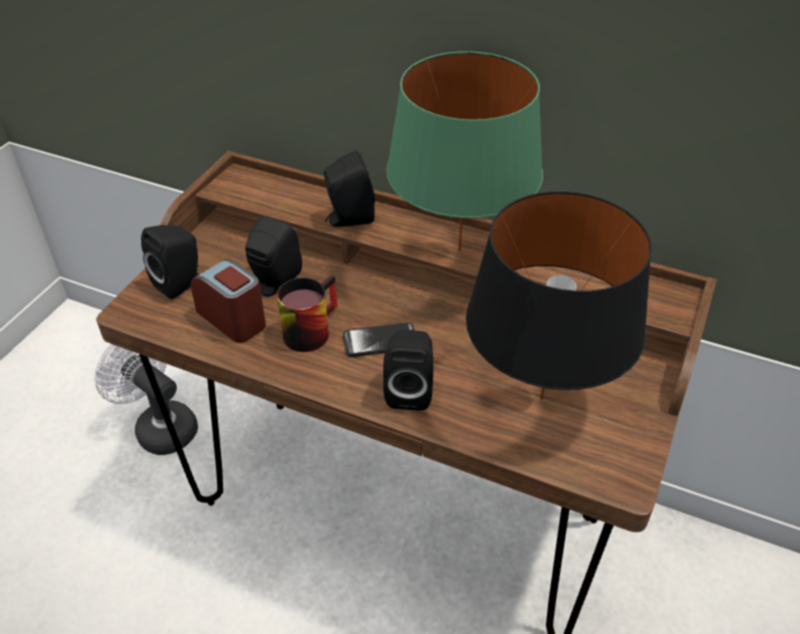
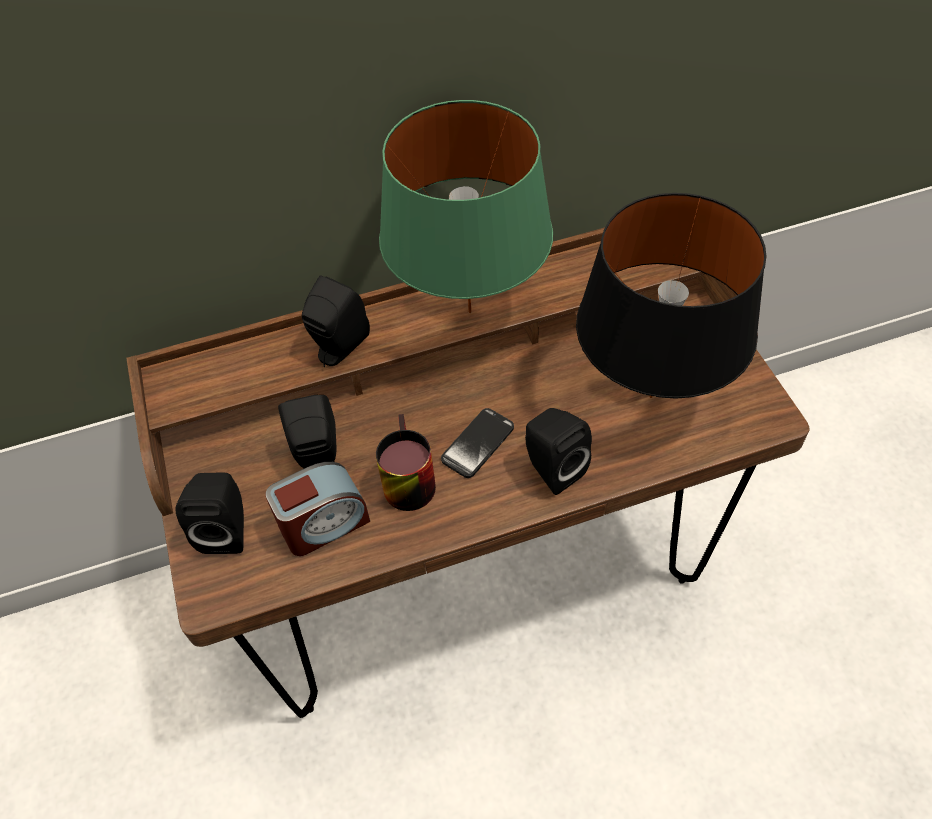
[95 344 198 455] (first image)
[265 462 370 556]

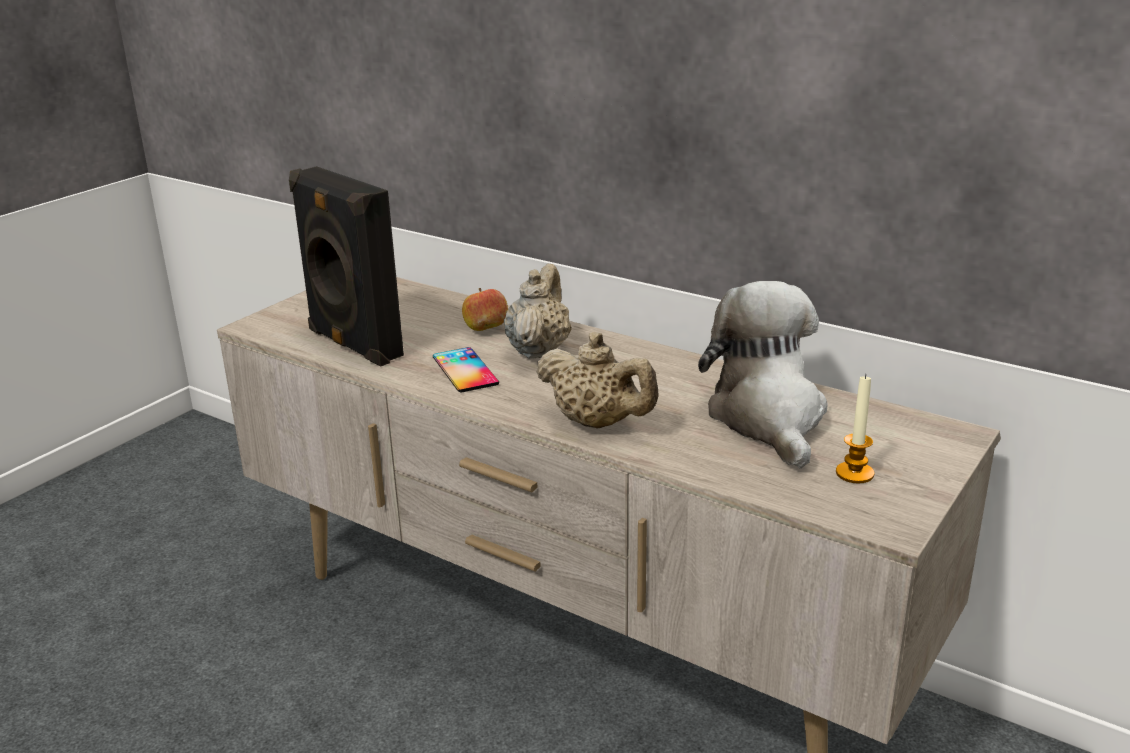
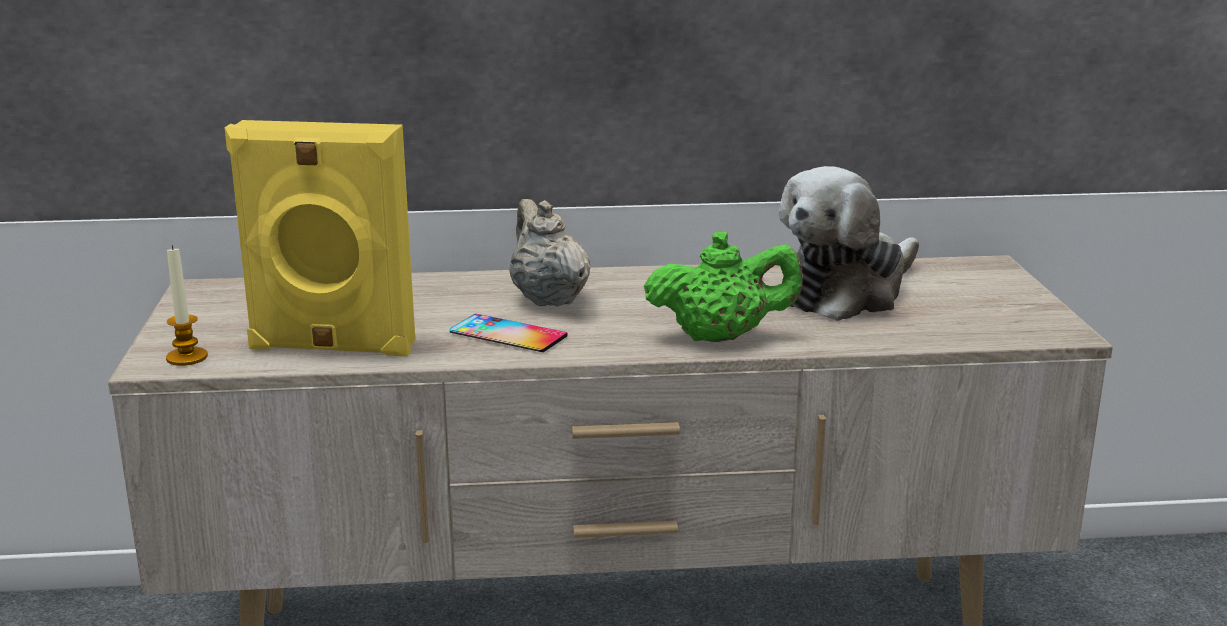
[224 120 415 357]
[462 288 508 331] (first image)
[644 231 802 342]
[779 166 919 321]
[166 245 208 366]

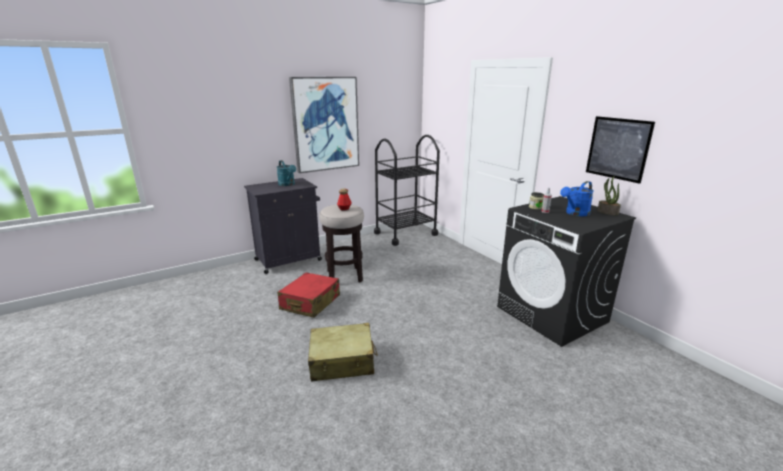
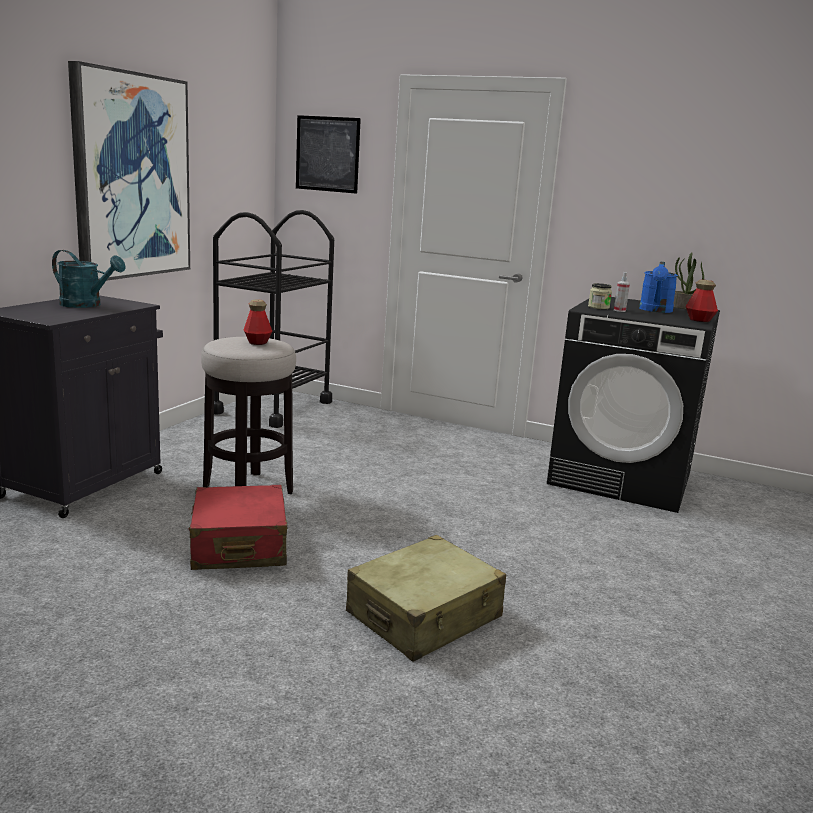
[296 115 361 194]
[685 280 718 322]

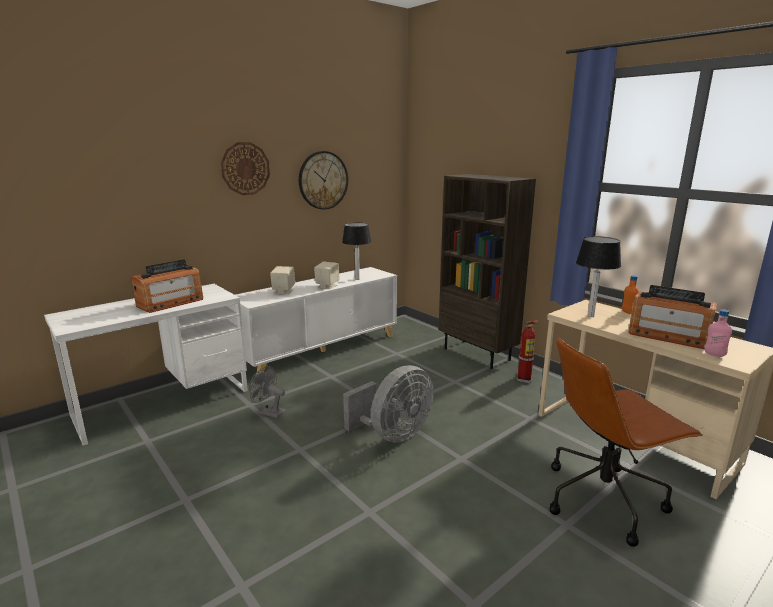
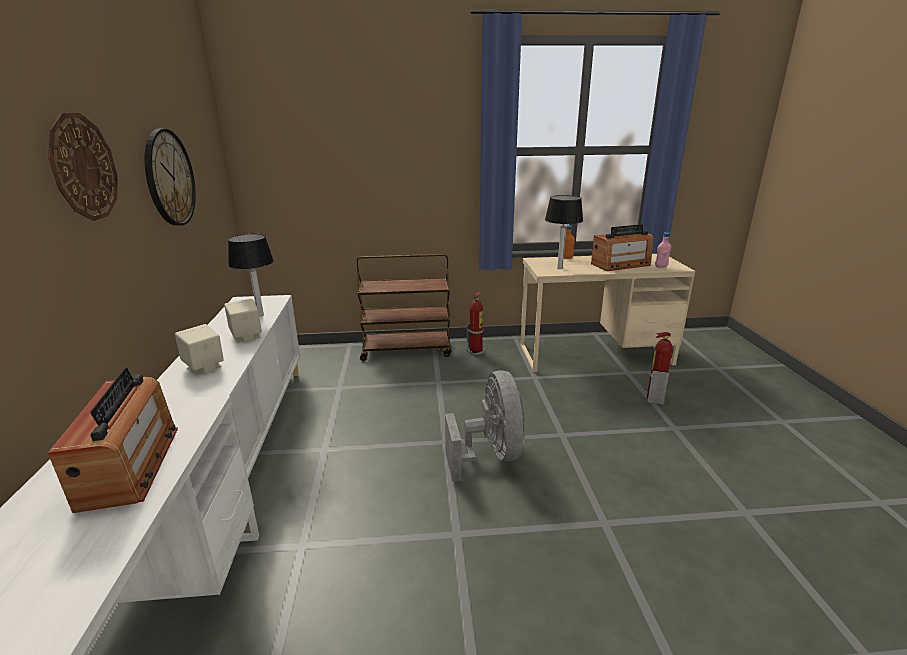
[249 366 285 418] (first image)
[357 254 451 361]
[646 332 673 405]

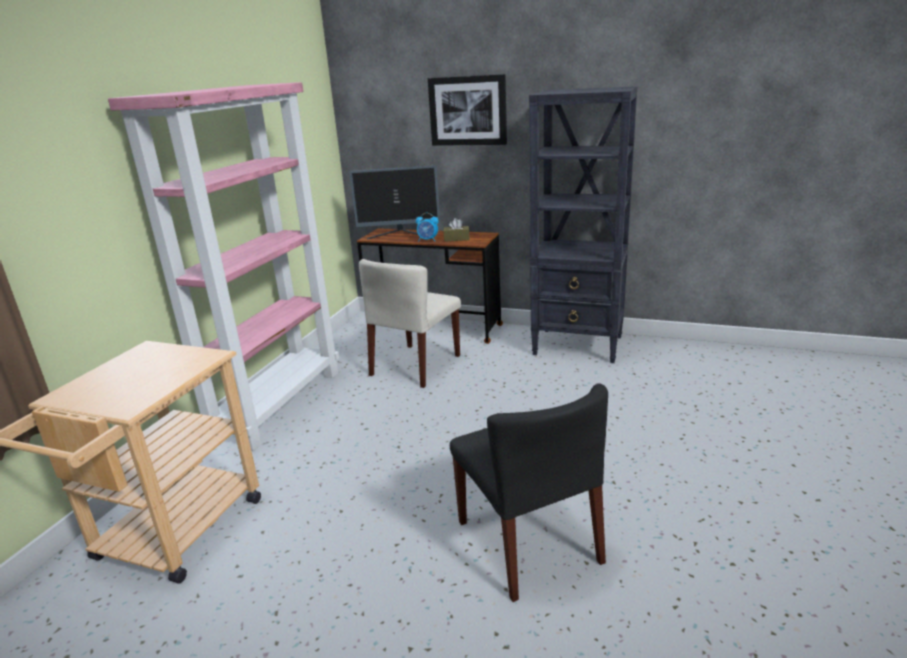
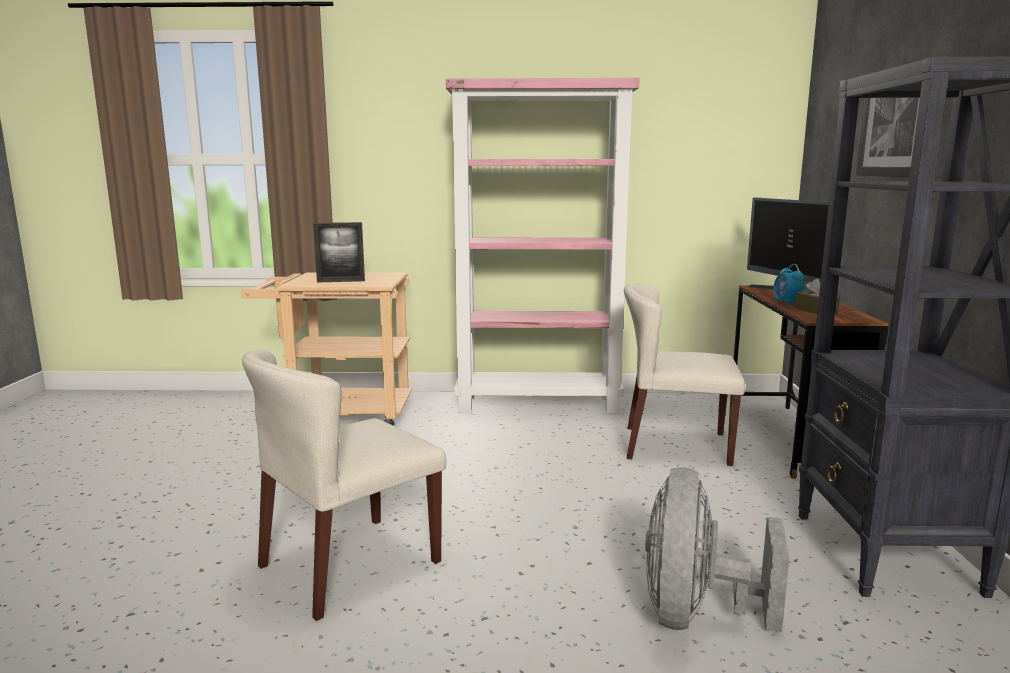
[242 350 446 621]
[313 222 365 282]
[645 467 790 632]

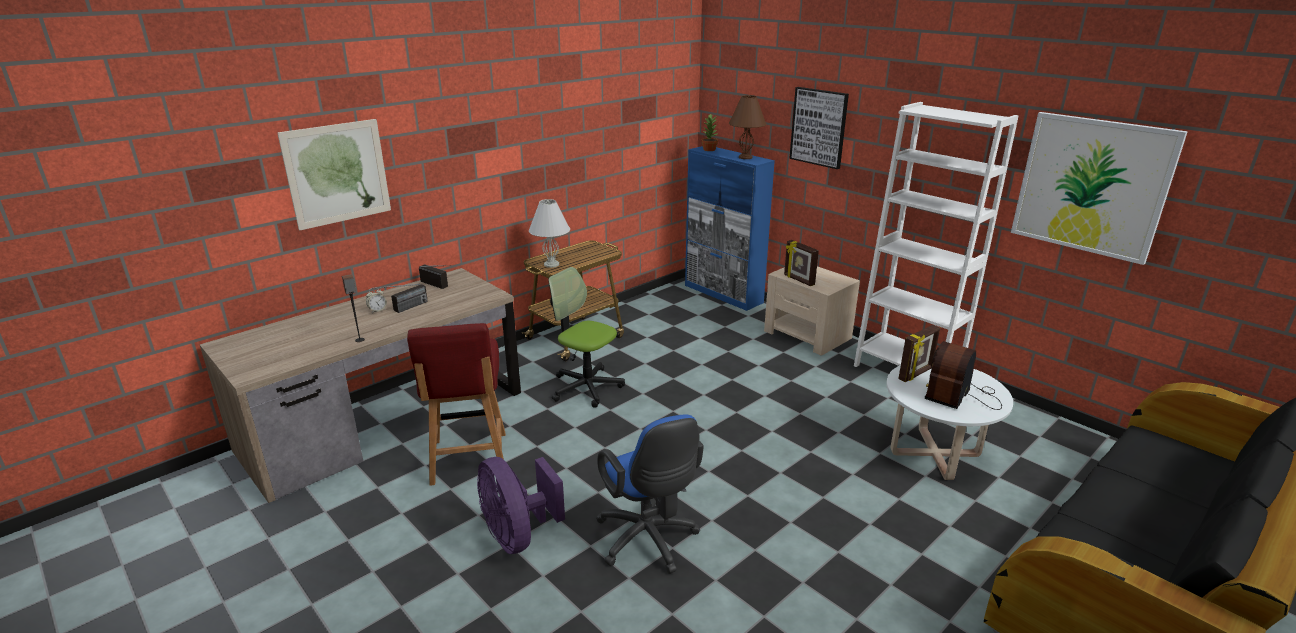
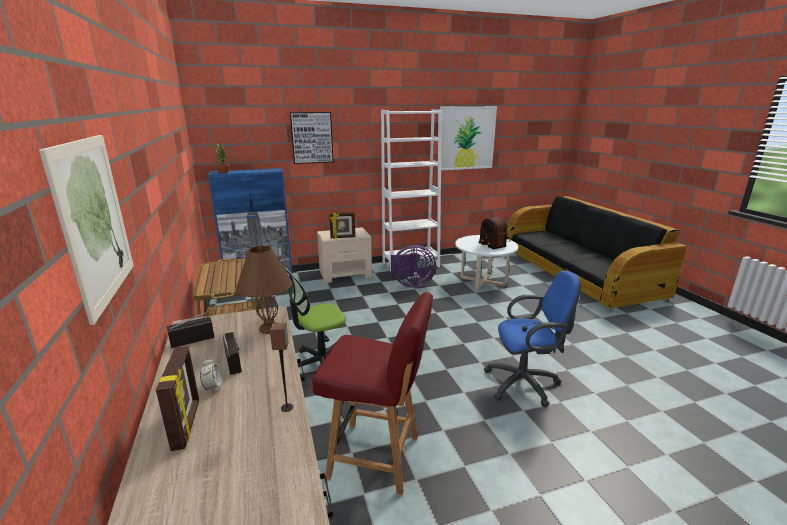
[391 245 436 288]
[529 199 570 268] (first image)
[236 245 292 334]
[156 346 200 451]

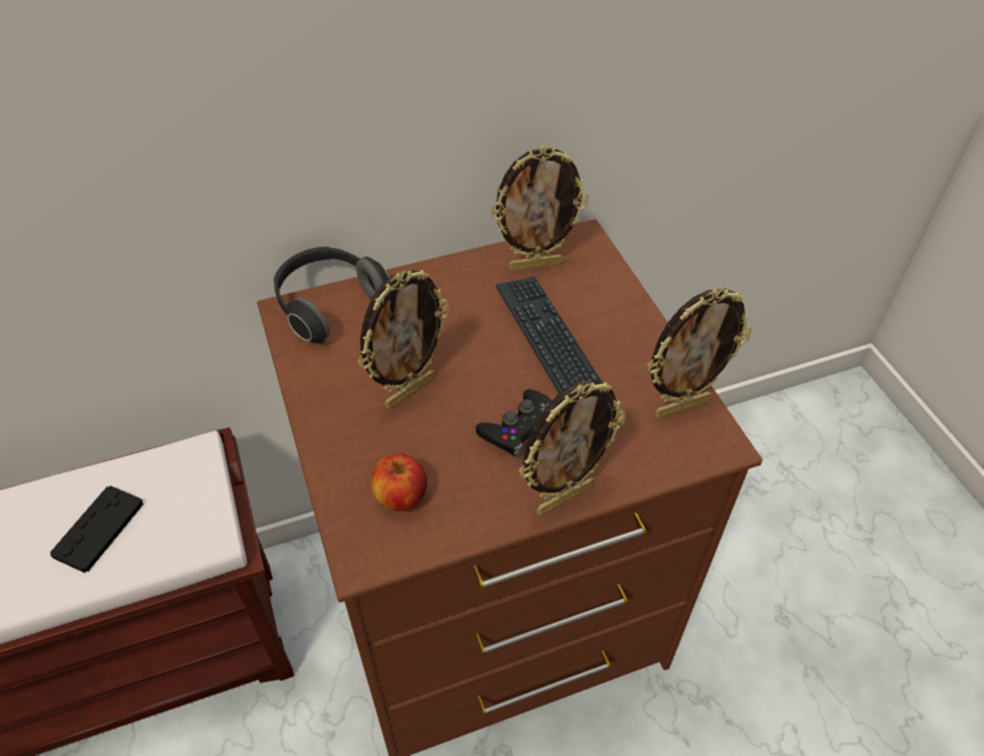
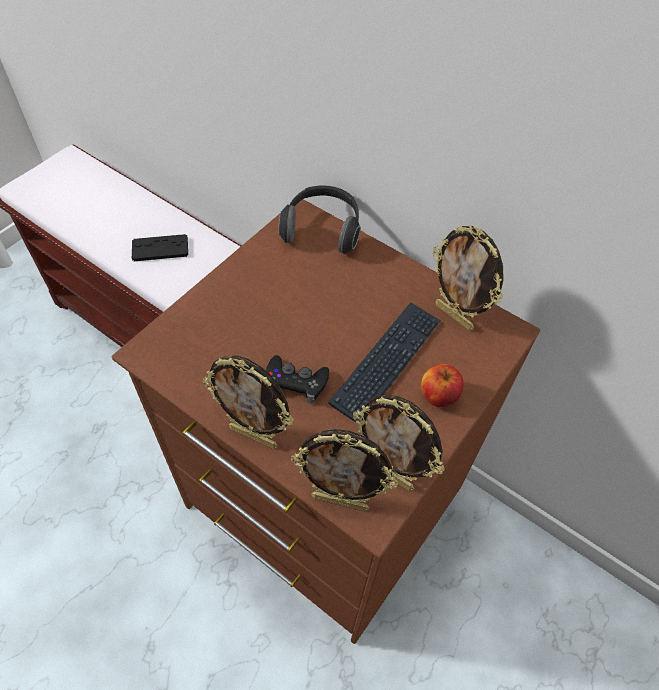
[291 429 398 512]
[421 364 464 407]

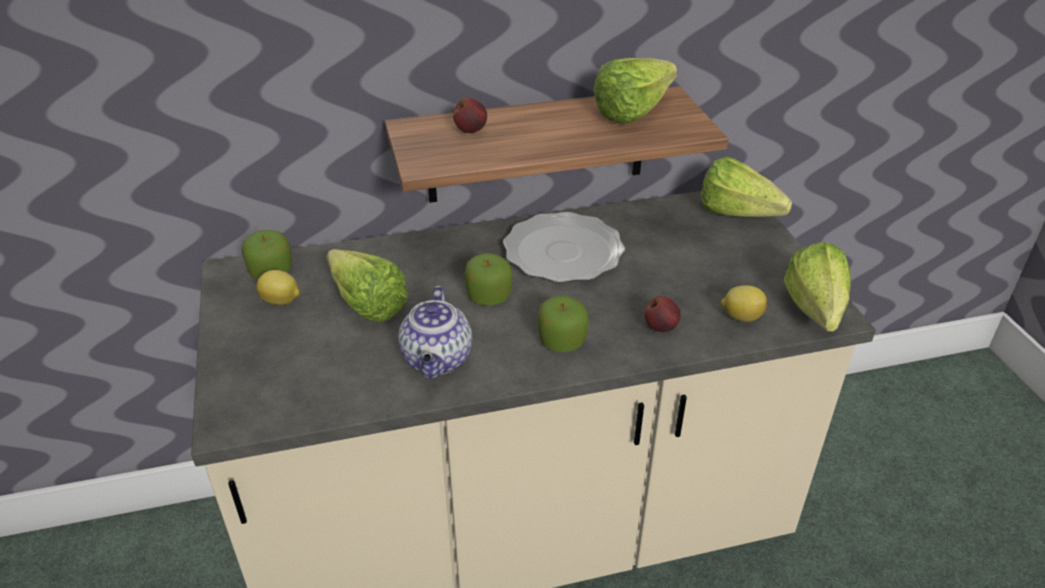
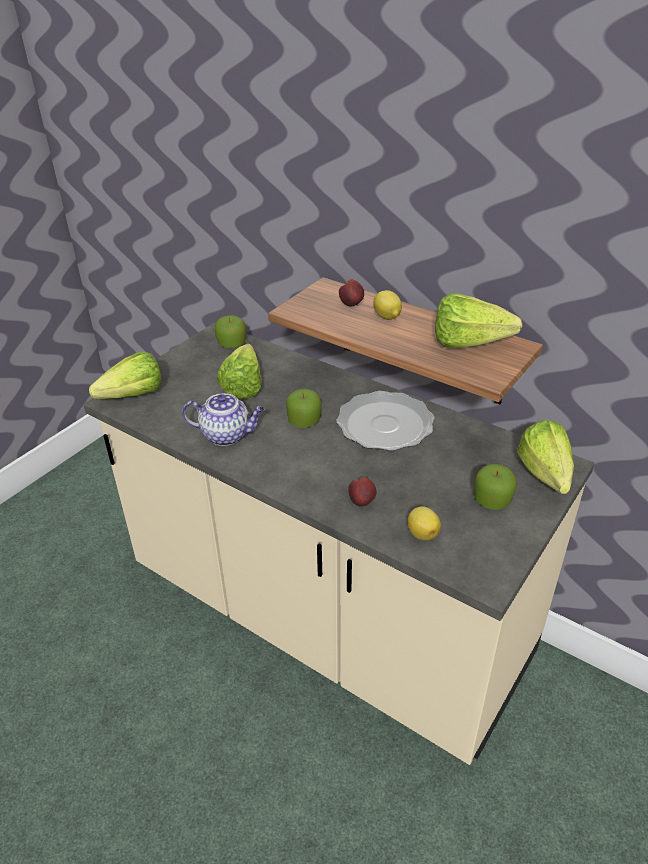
[373 290 402 320]
[182 393 265 446]
[474 464 517 510]
[89 351 162 399]

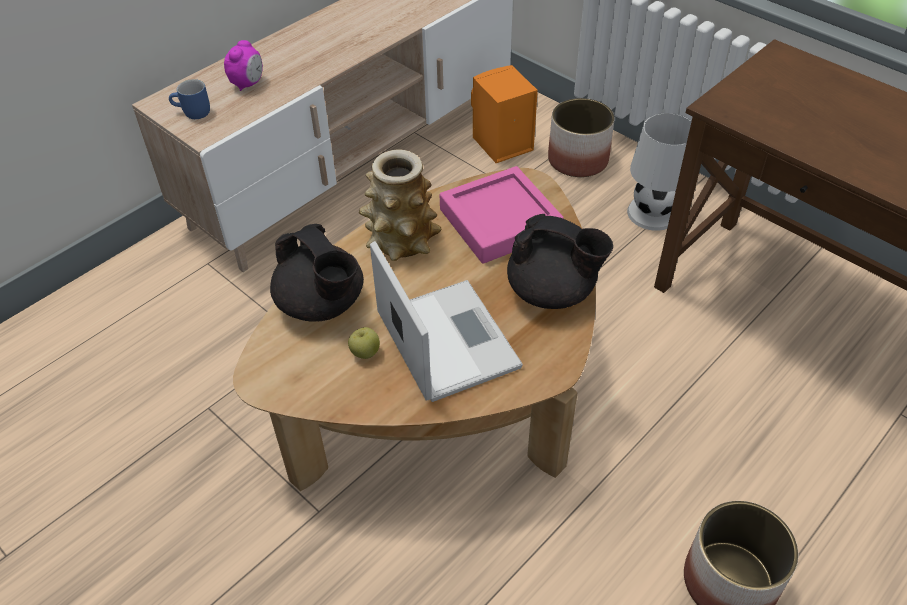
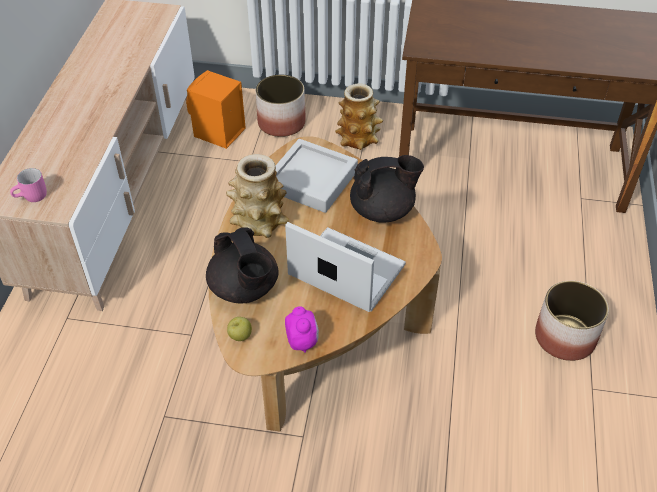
[10 168 47 202]
[285 306 319 353]
[206 227 279 303]
[227 317 252 341]
[275 139 358 213]
[335 83 383 150]

